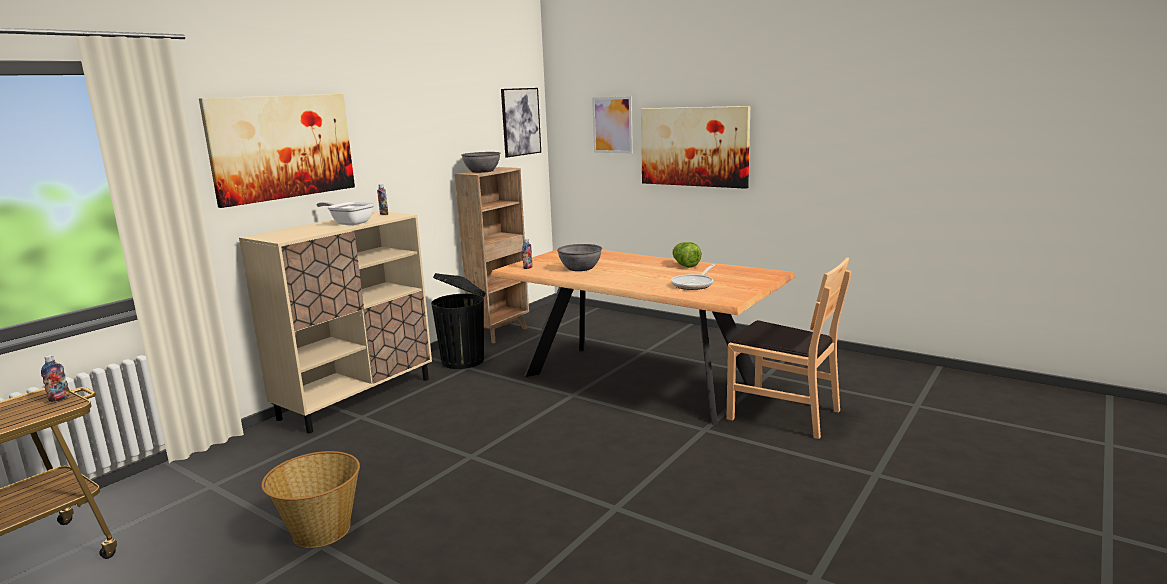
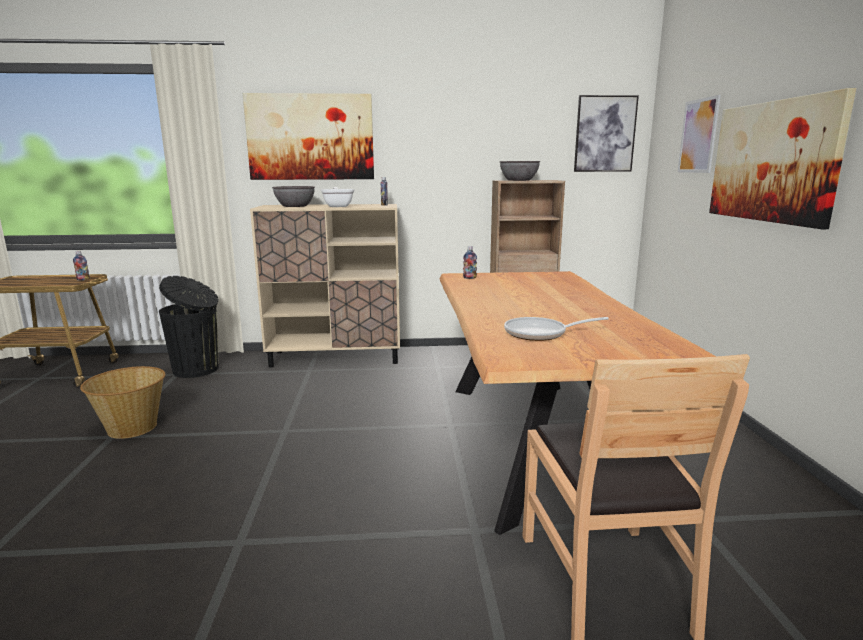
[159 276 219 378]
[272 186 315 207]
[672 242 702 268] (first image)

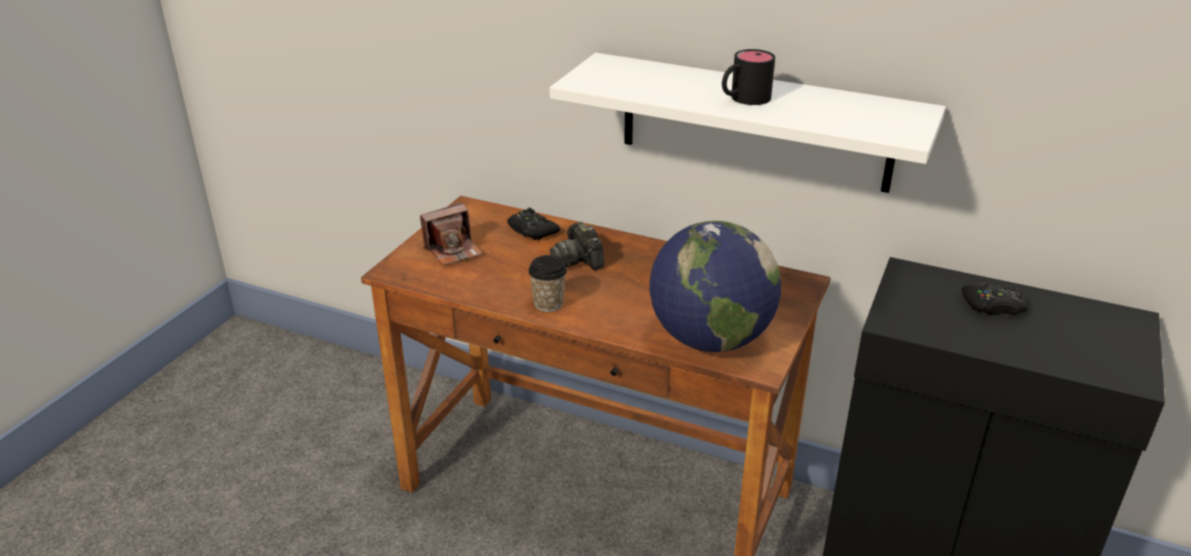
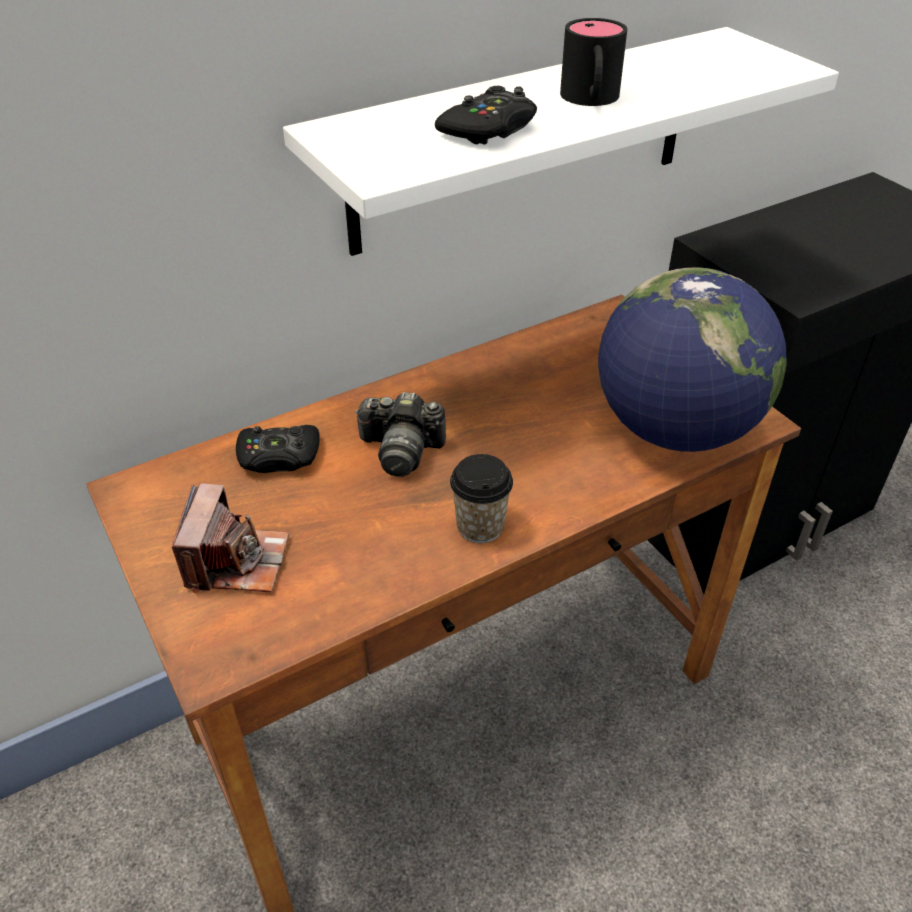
[435 86 537 145]

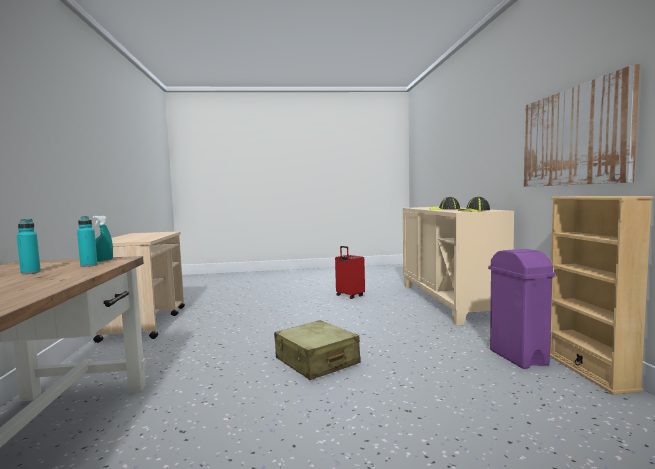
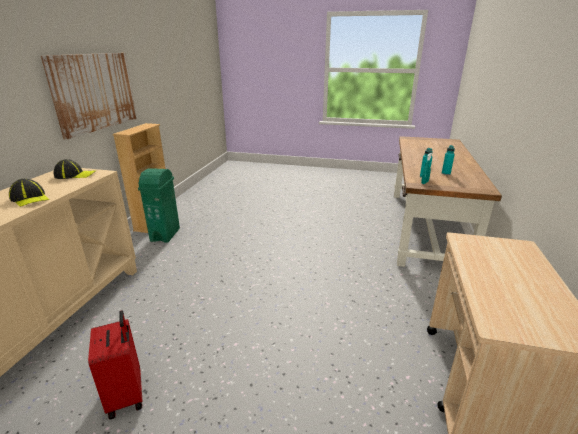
[274 320 361 380] (first image)
[138 168 180 243]

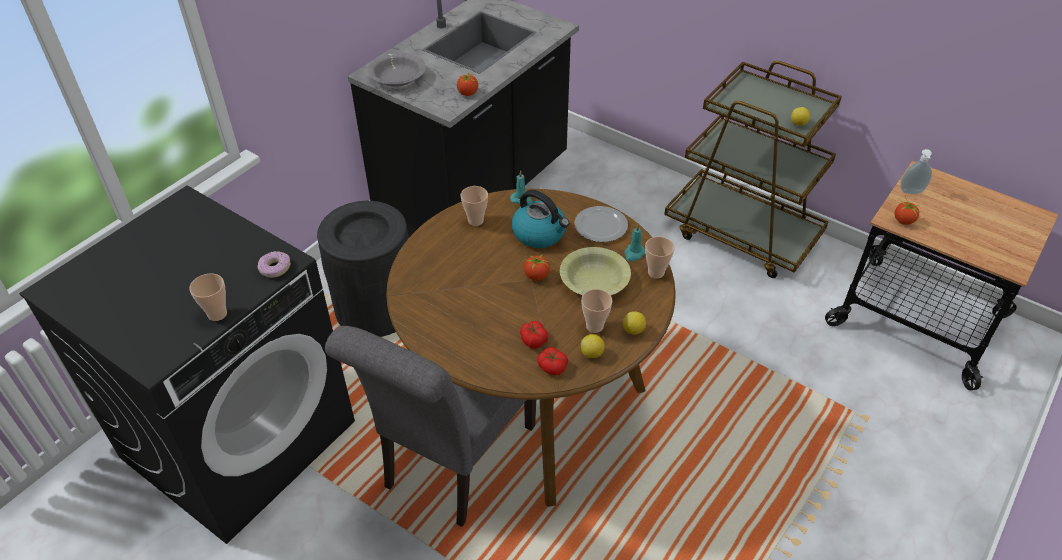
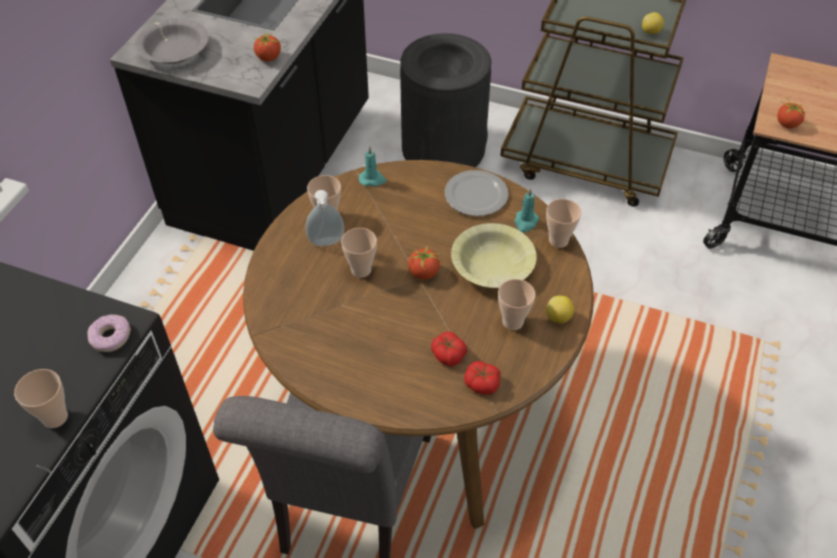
[400 33 491 167]
[512 190 569 248] (first image)
[581 334 605 358] (first image)
[306 190 344 246]
[341 228 377 278]

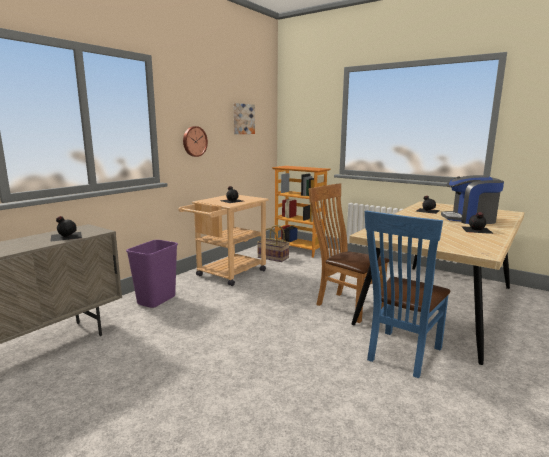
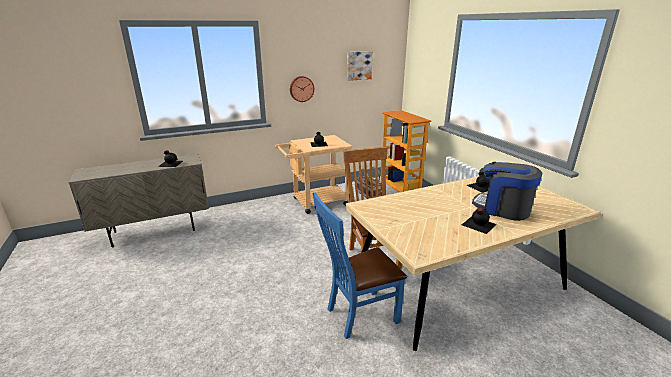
[126 240 178 308] (first image)

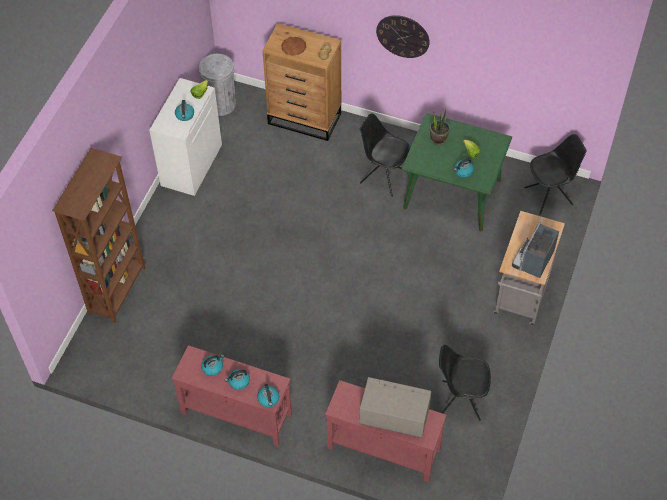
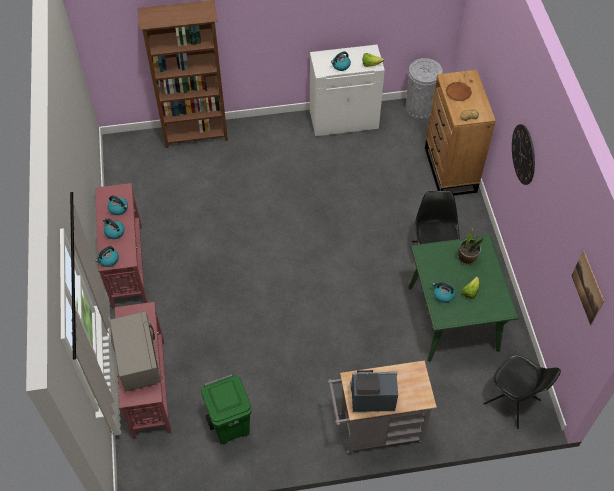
[201 374 252 444]
[572 250 604 325]

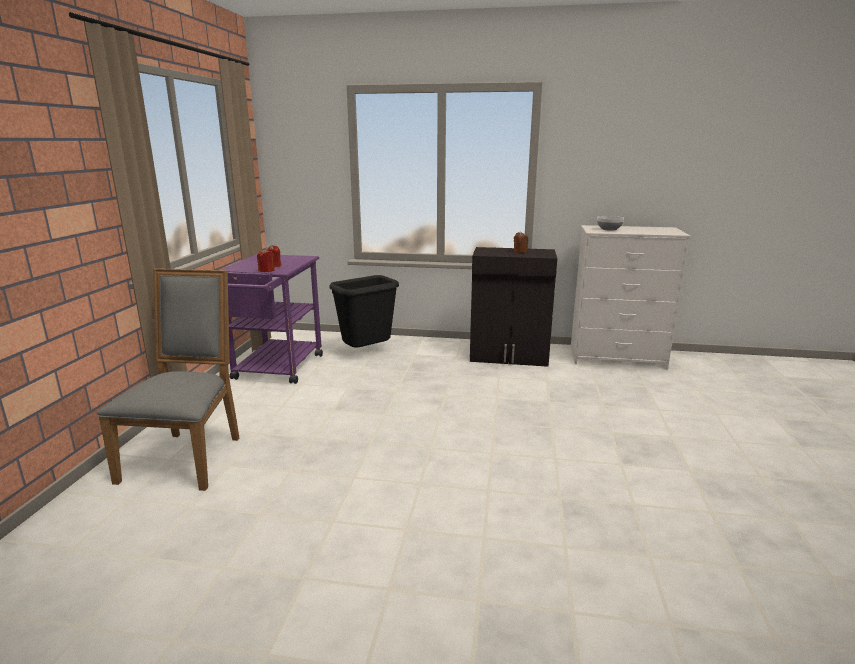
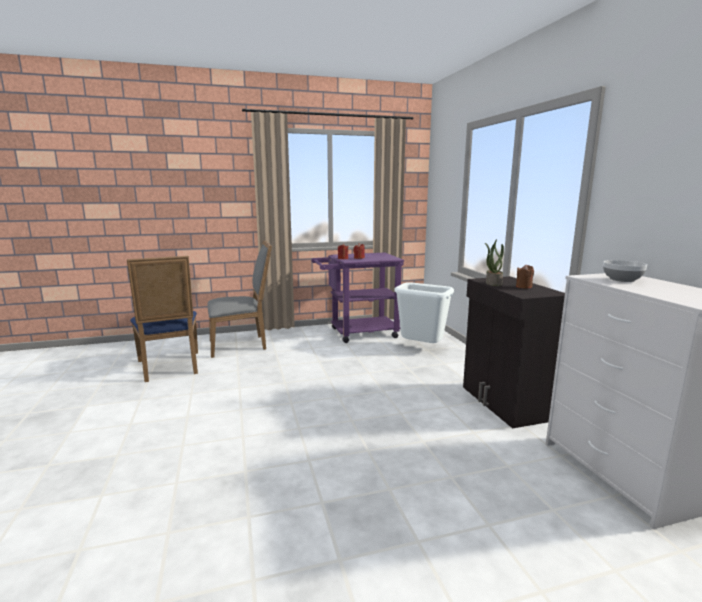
[394 282 454 343]
[127 256 198 382]
[485 239 504 286]

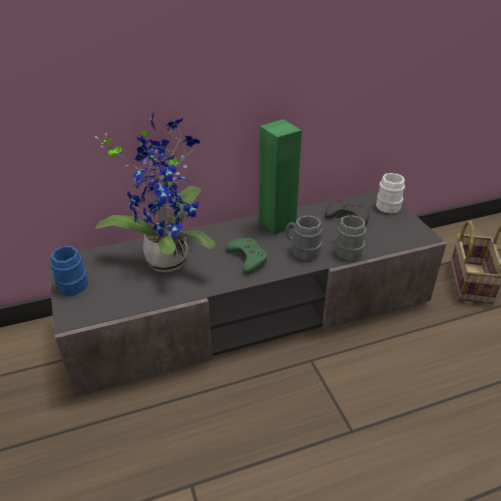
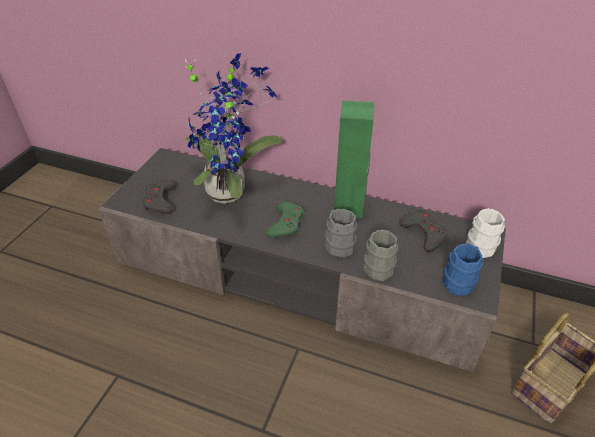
[442 243 483 296]
[143 180 176 214]

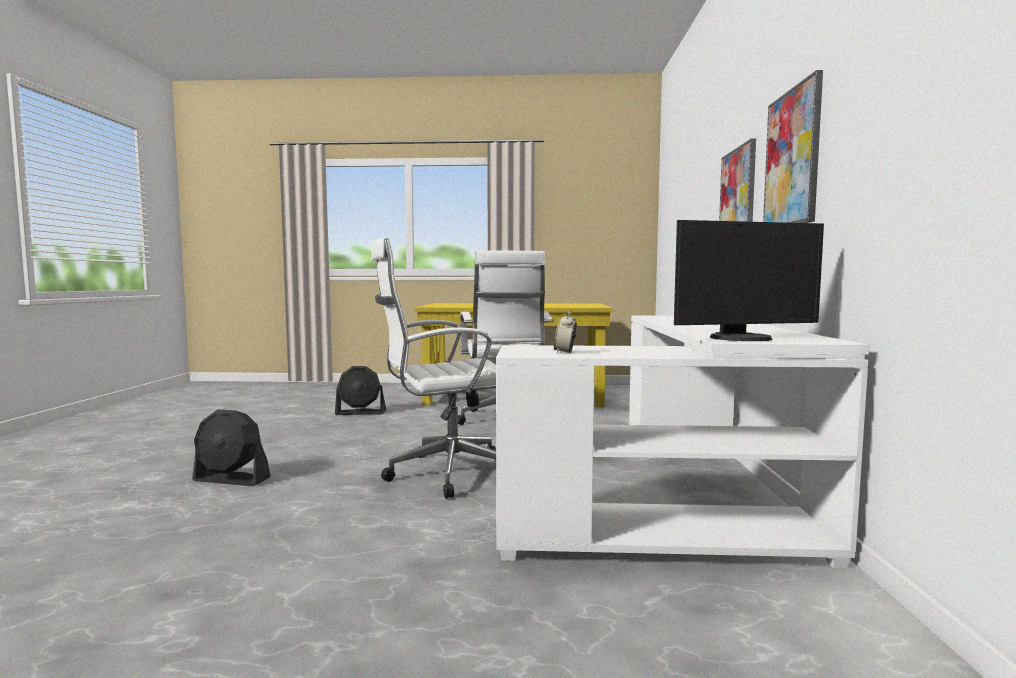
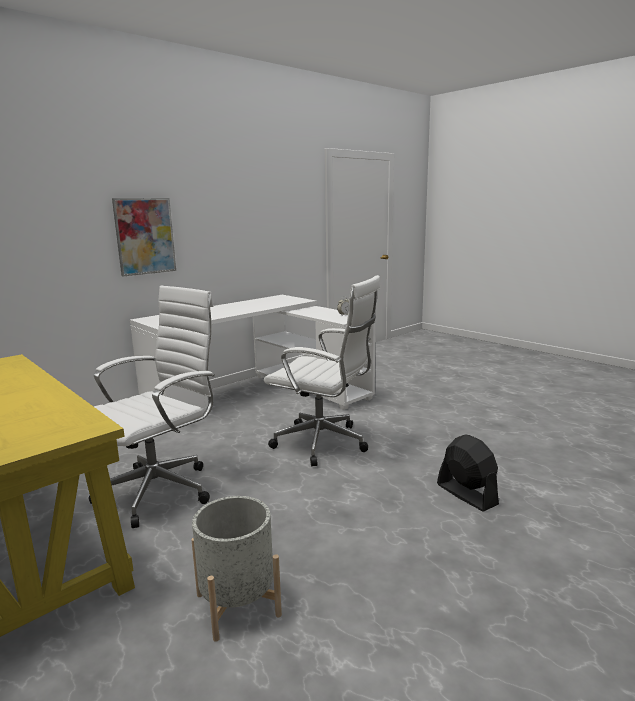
[191 496 282 642]
[674 220 824 341] (first image)
[763 70 823 223] (first image)

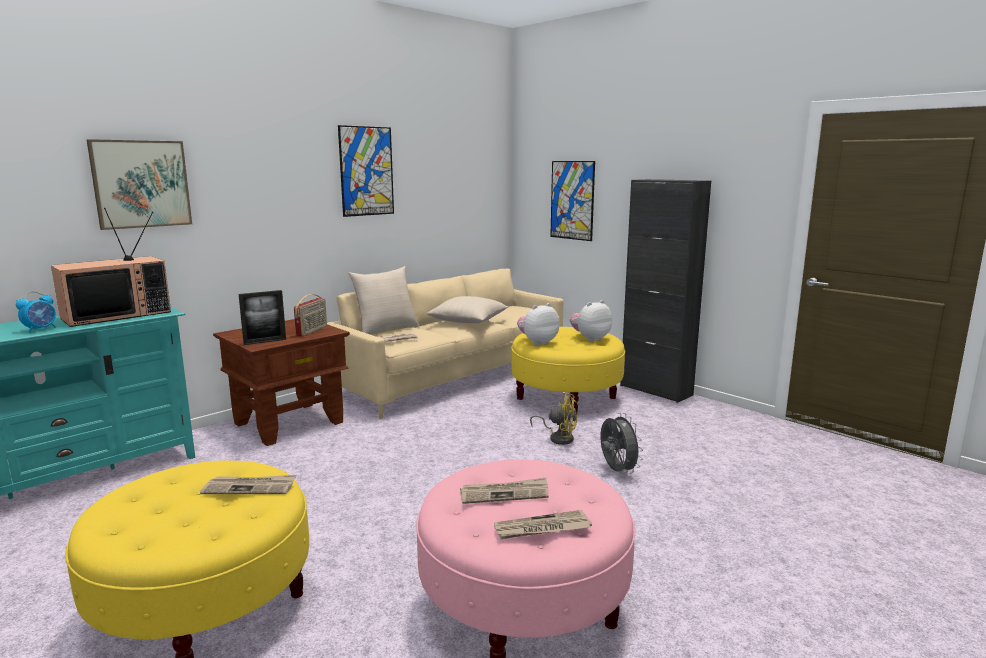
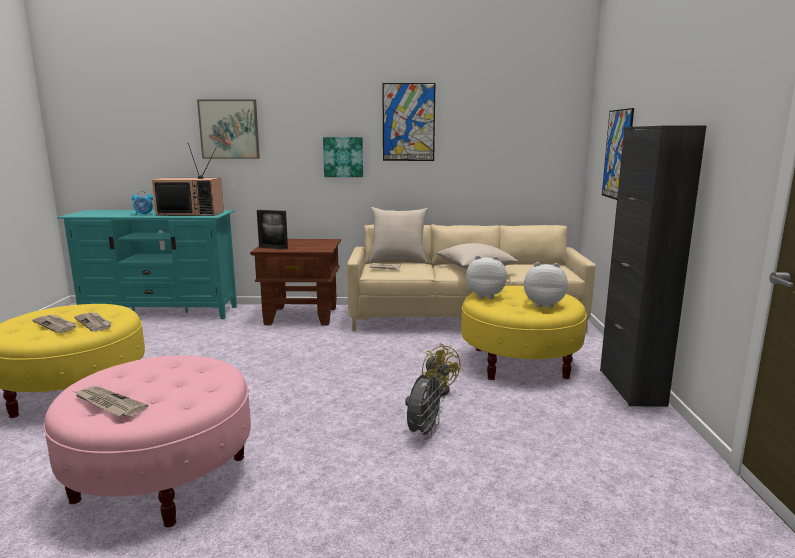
[294 294 327 336] (first image)
[32 315 77 333]
[323 137 363 177]

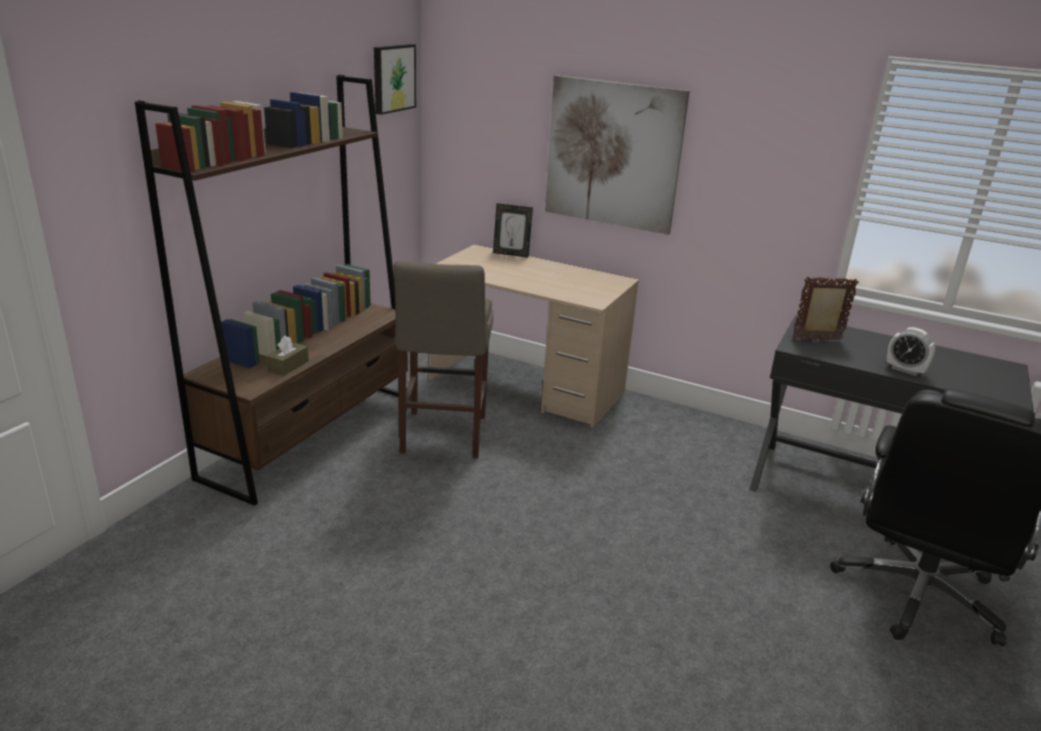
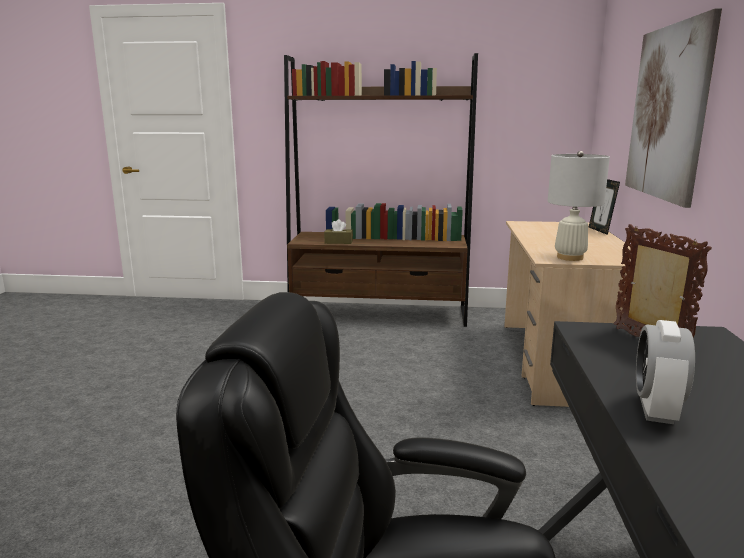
[374 44 416 115] (first image)
[393 260 493 458] (first image)
[548 151 610 261]

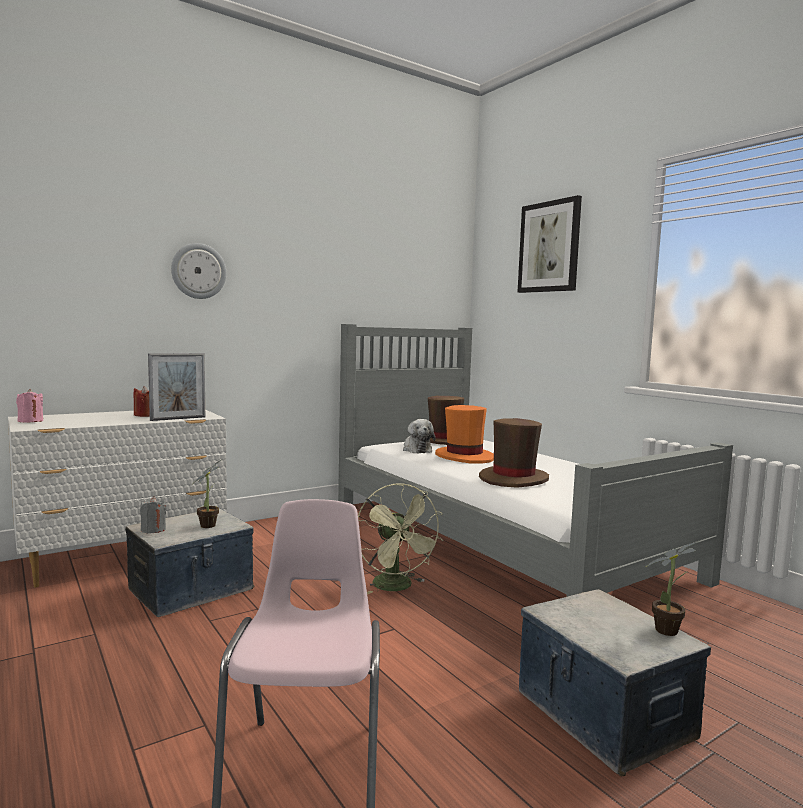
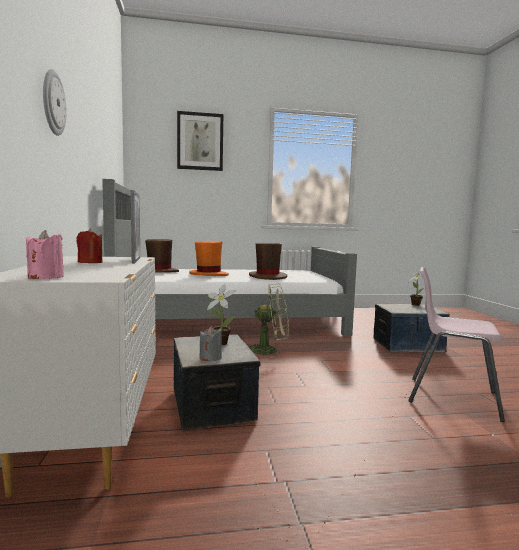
[403 419 436 453] (first image)

